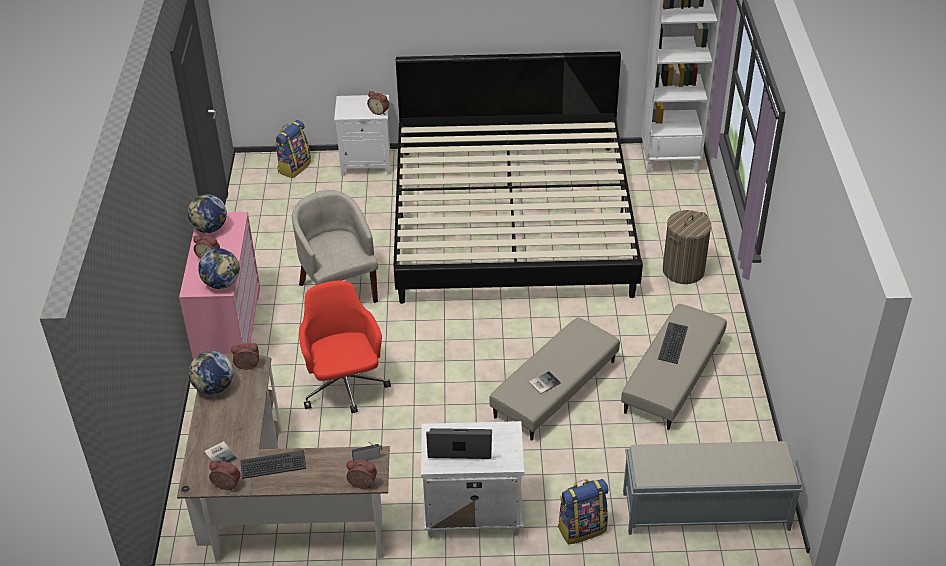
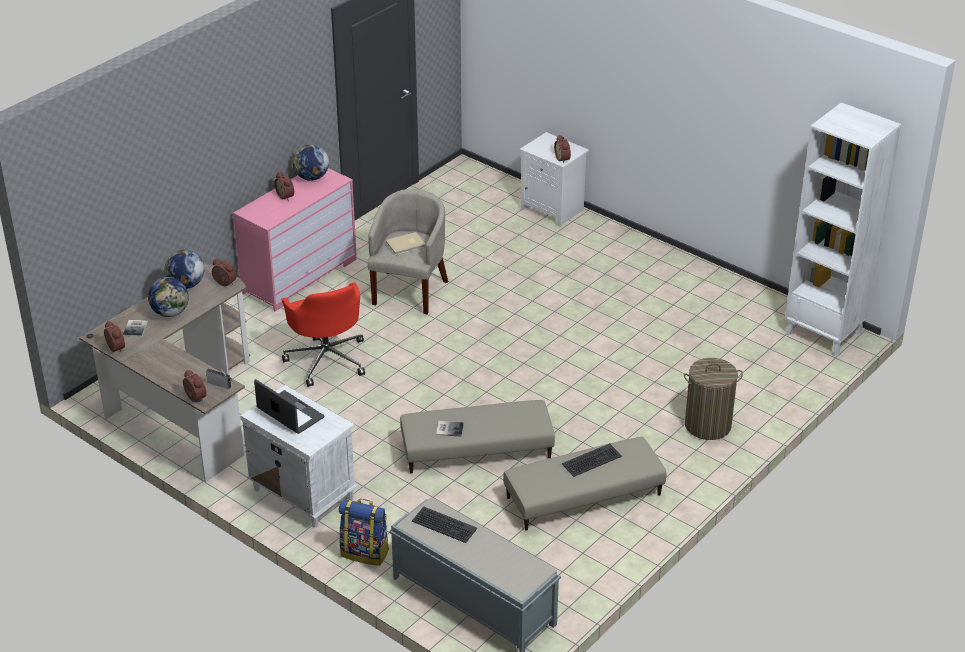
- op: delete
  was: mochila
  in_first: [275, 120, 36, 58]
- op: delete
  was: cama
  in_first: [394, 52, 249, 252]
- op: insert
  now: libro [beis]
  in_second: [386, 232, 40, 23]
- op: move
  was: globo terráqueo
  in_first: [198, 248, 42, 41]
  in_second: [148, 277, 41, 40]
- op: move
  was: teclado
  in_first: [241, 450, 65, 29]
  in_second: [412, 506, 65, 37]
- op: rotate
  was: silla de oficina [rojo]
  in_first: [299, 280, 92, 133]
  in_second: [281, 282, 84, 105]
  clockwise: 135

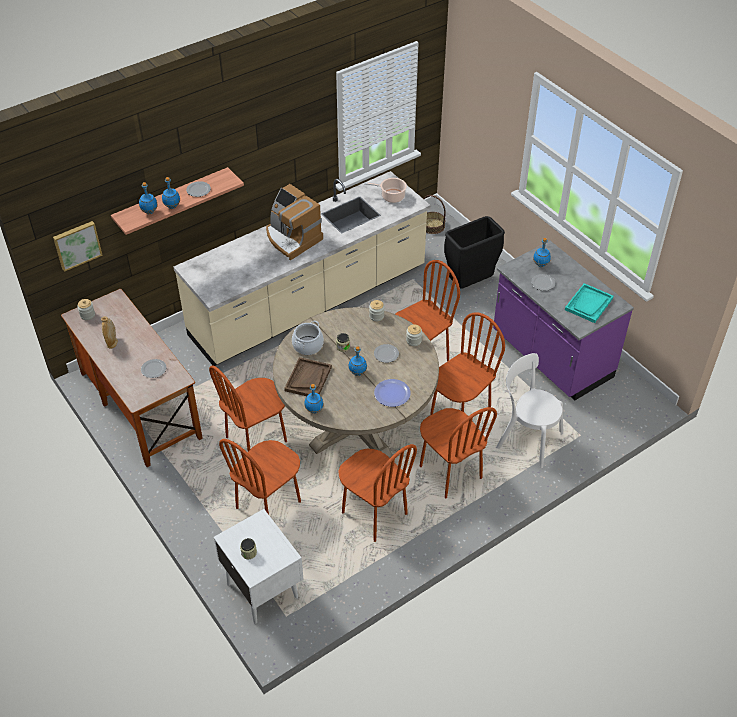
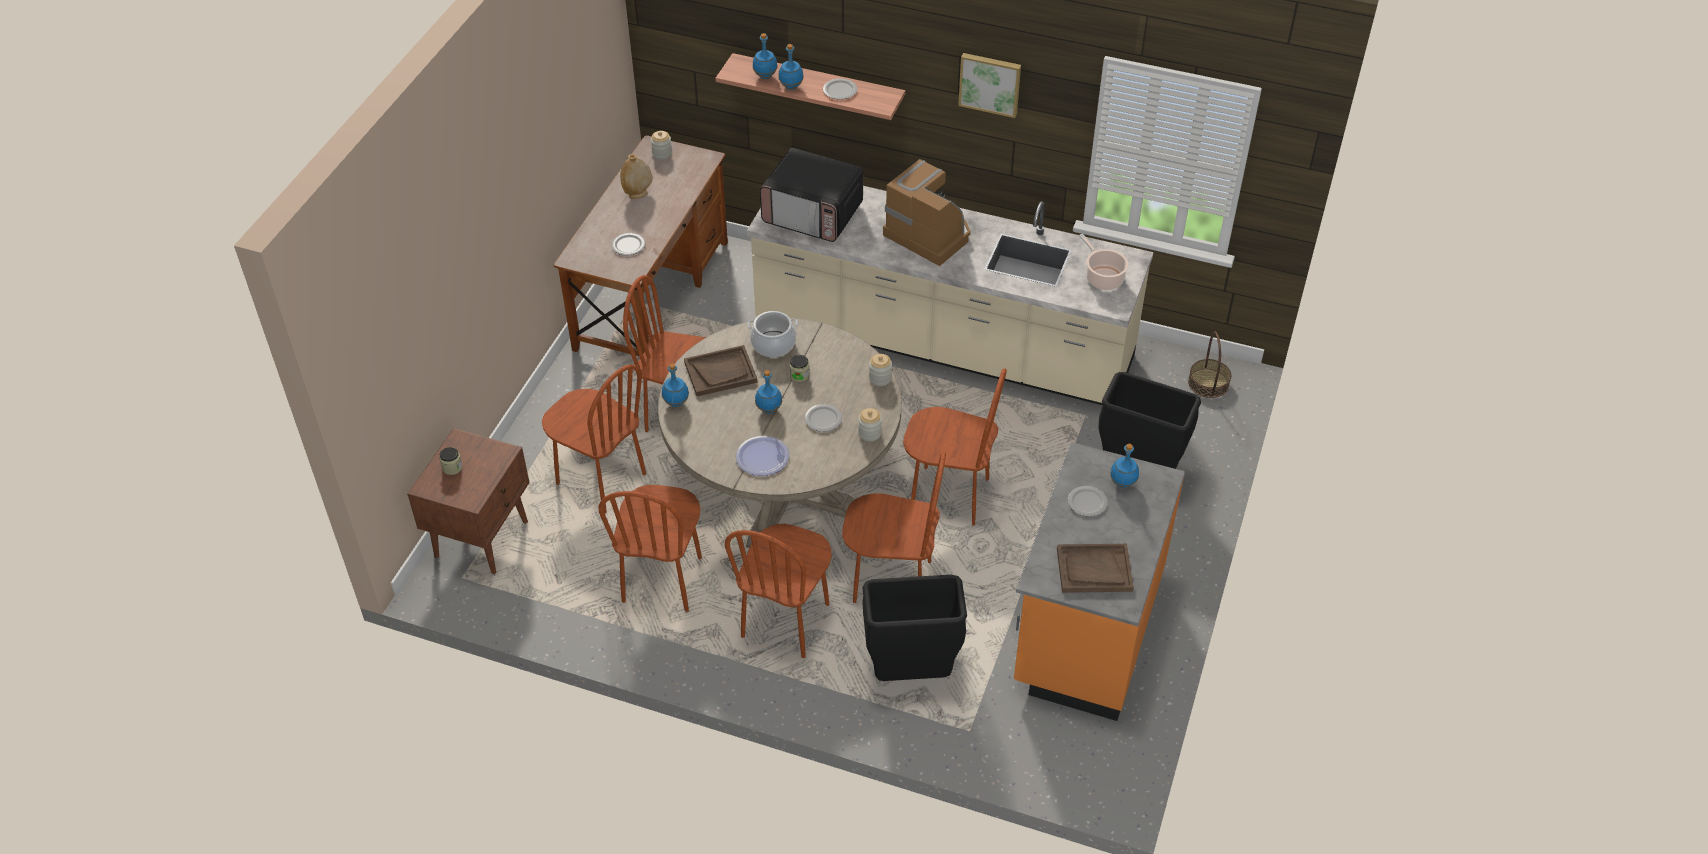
- op: insert
  now: microondas
  in_second: [760, 148, 103, 94]
- op: move
  was: cuadro
  in_first: [53, 221, 50, 51]
  in_second: [958, 53, 63, 65]
- op: replace
  was: silla [blanco]
  now: papelera [negro]
  in_first: [496, 353, 67, 115]
  in_second: [862, 575, 105, 106]
- op: recolor
  was: mesita de noche [blanco]
  now: mesita de noche [marrón]
  in_first: [213, 509, 91, 115]
  in_second: [407, 428, 123, 146]
- op: recolor
  was: mueble bajo de cocina [morado]
  now: mueble bajo de cocina [naranja]
  in_first: [493, 241, 141, 159]
  in_second: [1014, 442, 171, 279]
- op: recolor
  was: bandeja [turquesa]
  now: bandeja [marrón]
  in_first: [565, 283, 49, 40]
  in_second: [1057, 544, 77, 49]
- op: rotate
  was: silla [marrón]
  in_first: [219, 439, 82, 76]
  in_second: [542, 364, 104, 149]
  clockwise: -150
- op: rotate
  was: cafetera
  in_first: [266, 184, 57, 77]
  in_second: [883, 159, 88, 107]
  clockwise: 120

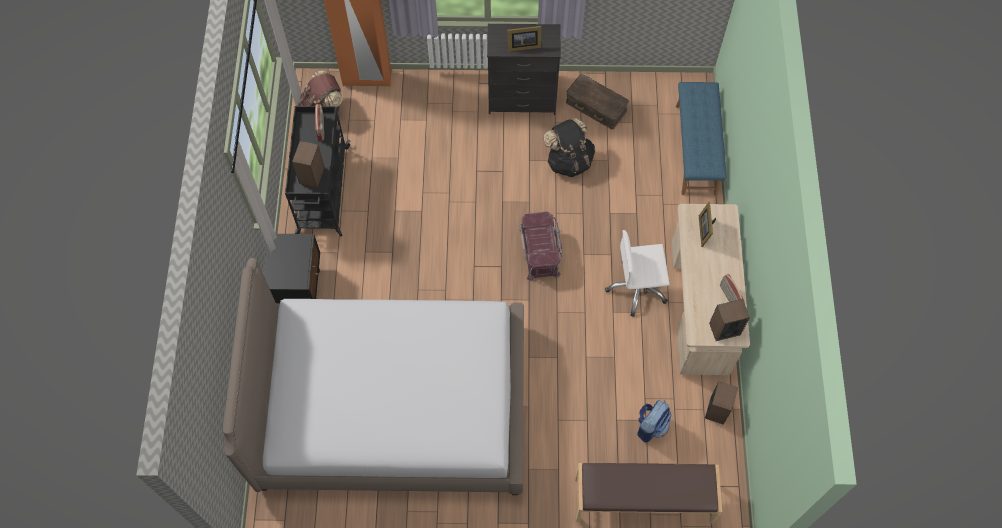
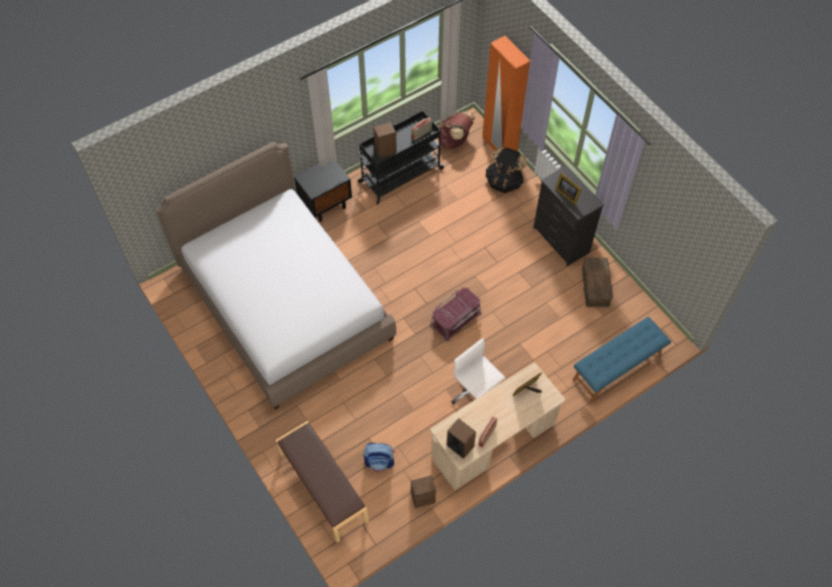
- op: move
  was: mochila [negro]
  in_first: [544, 118, 51, 59]
  in_second: [486, 147, 41, 46]

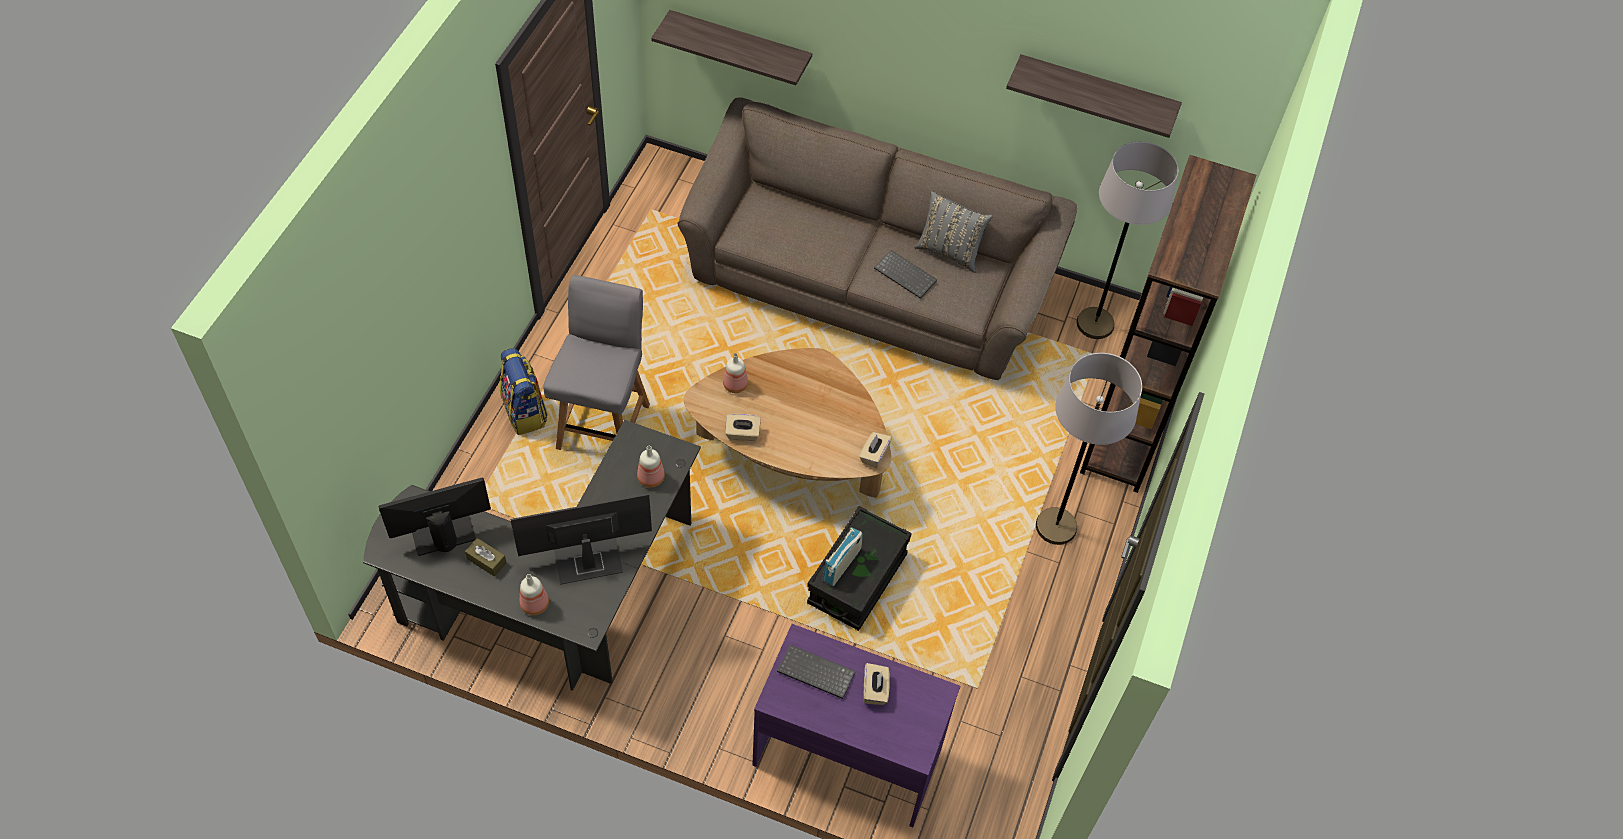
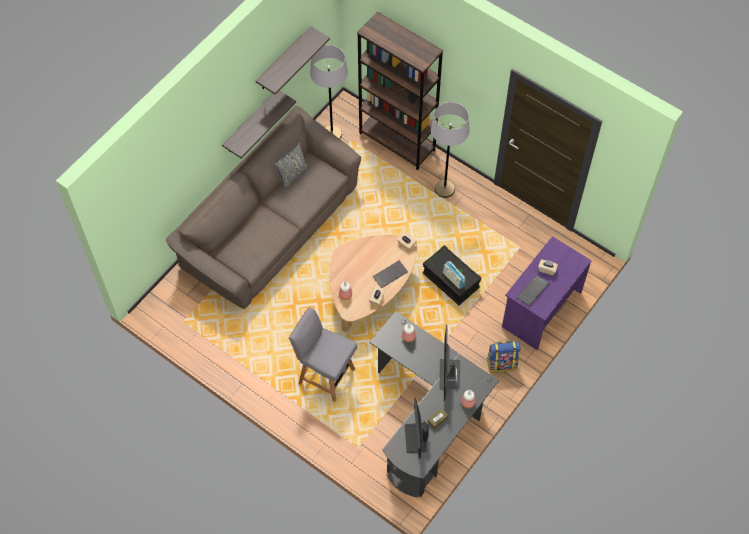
- op: move
  was: mochila
  in_first: [500, 348, 48, 87]
  in_second: [487, 339, 34, 33]
- op: move
  was: estante
  in_first: [651, 10, 161, 75]
  in_second: [222, 90, 74, 68]
- op: move
  was: teclado
  in_first: [874, 250, 63, 49]
  in_second: [373, 260, 35, 28]

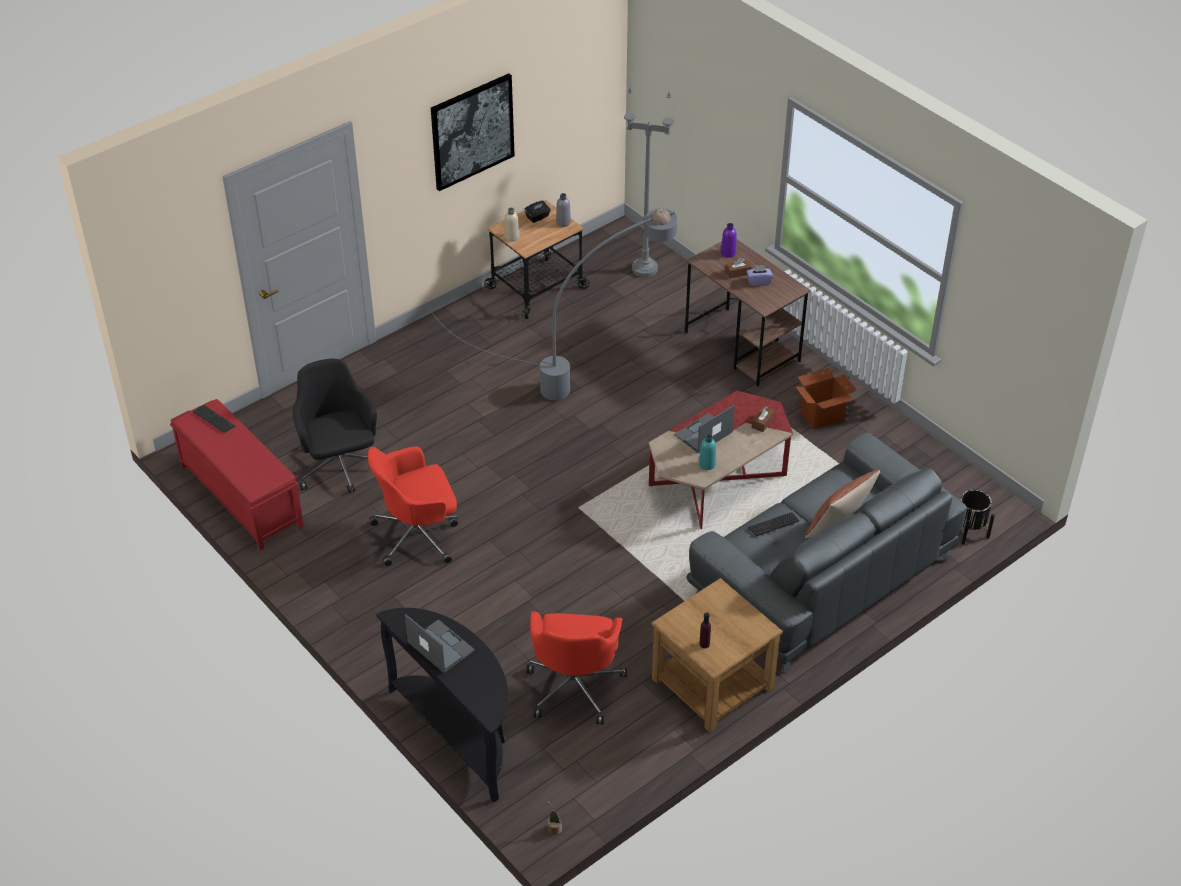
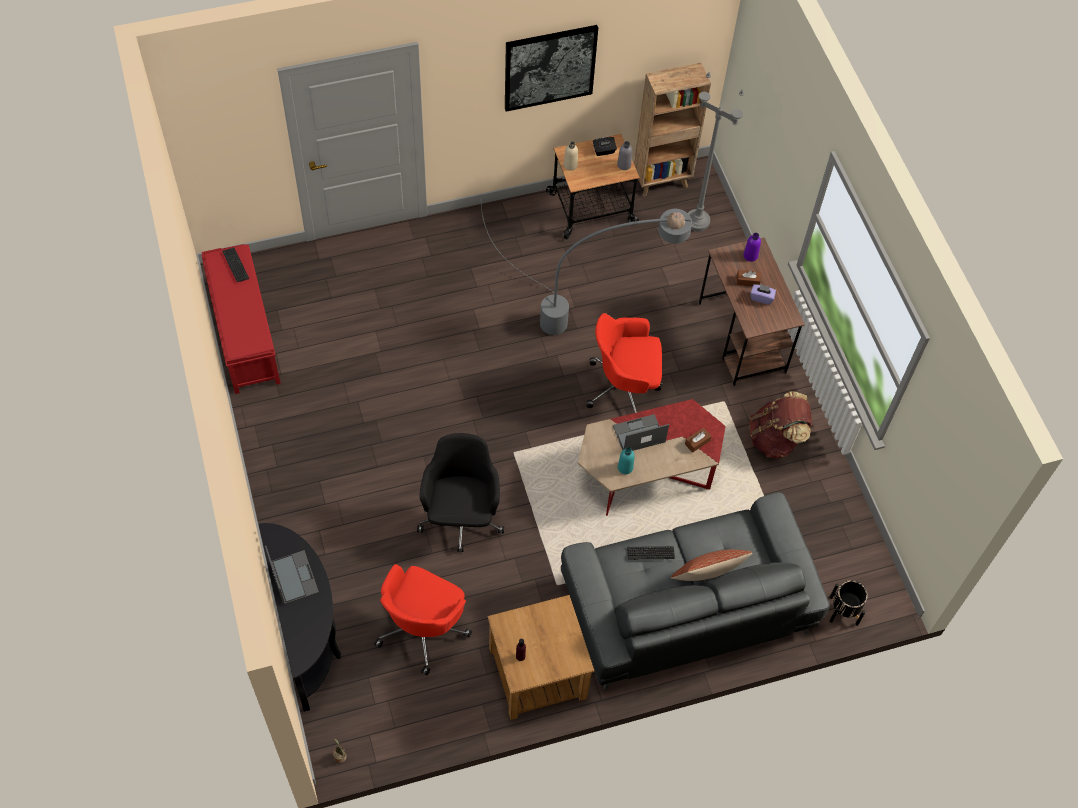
- op: insert
  now: estantería [marrón]
  in_second: [634, 62, 77, 135]
- op: move
  was: silla de oficina [negro]
  in_first: [293, 359, 84, 134]
  in_second: [417, 433, 87, 119]
- op: move
  was: silla de oficina [rojo]
  in_first: [368, 446, 90, 120]
  in_second: [586, 313, 76, 100]
- op: replace
  was: caja de cartón
  now: mochila [marrón]
  in_first: [795, 368, 62, 62]
  in_second: [750, 391, 62, 67]

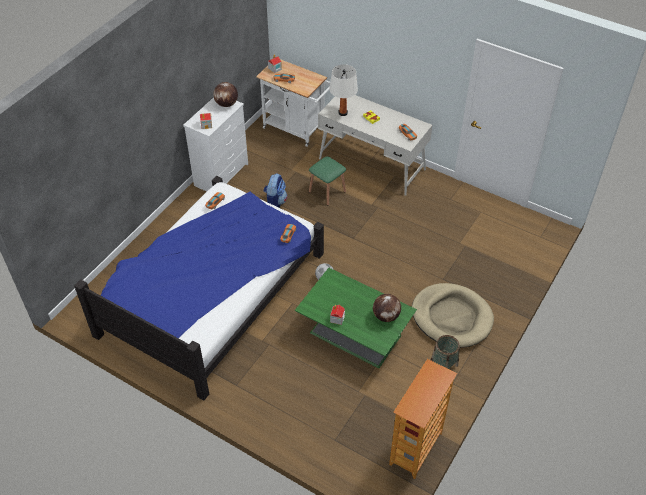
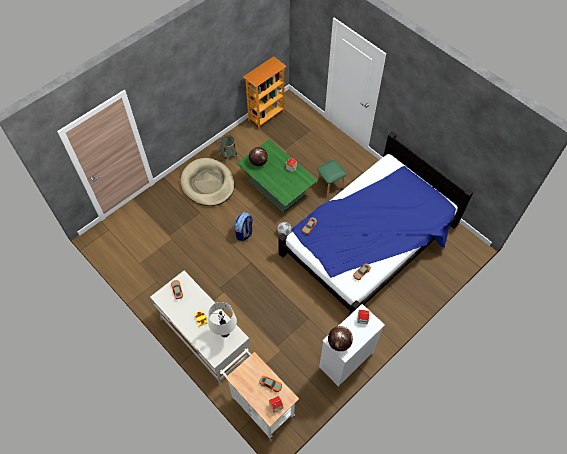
- op: move
  was: mochila
  in_first: [263, 173, 24, 34]
  in_second: [234, 212, 19, 29]
- op: move
  was: taburete [verde]
  in_first: [309, 156, 37, 49]
  in_second: [316, 160, 30, 38]

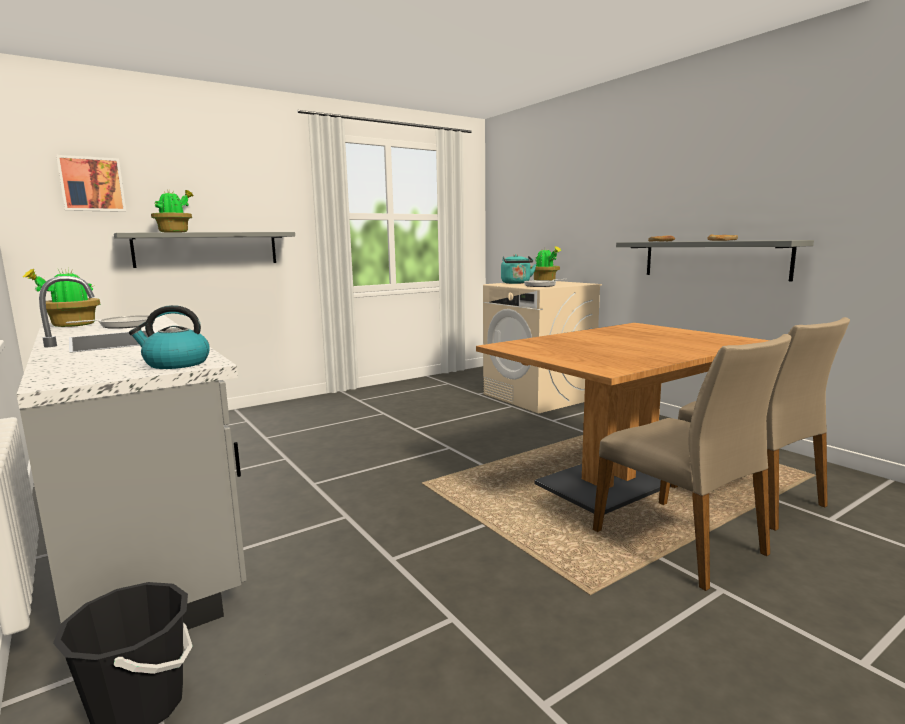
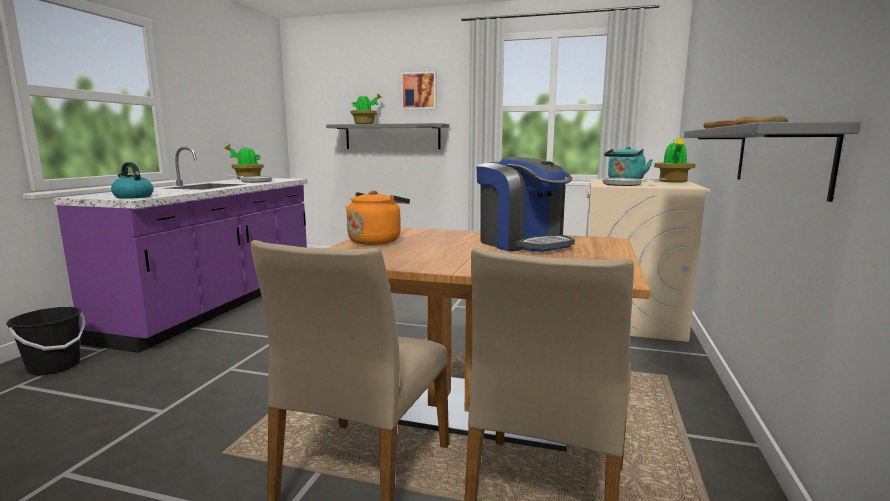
- op: insert
  now: hervidor [naranja]
  in_second: [346, 190, 64, 55]
- op: insert
  now: cafetera
  in_second: [476, 157, 99, 95]
- op: move
  was: cuadro
  in_first: [56, 155, 70, 57]
  in_second: [401, 71, 36, 39]
- op: recolor
  was: mueble bajo de cocina [gris]
  now: mueble bajo de cocina [morado]
  in_first: [16, 276, 231, 354]
  in_second: [53, 147, 255, 206]

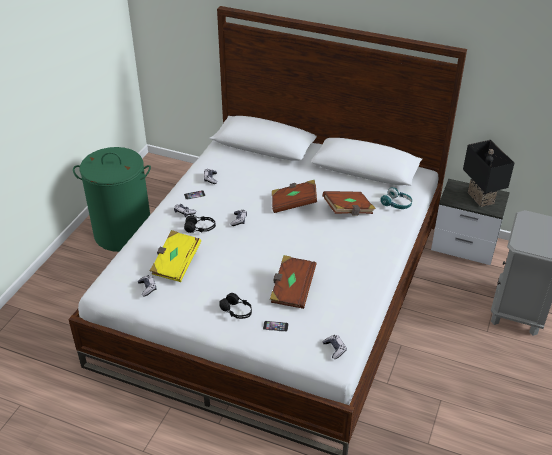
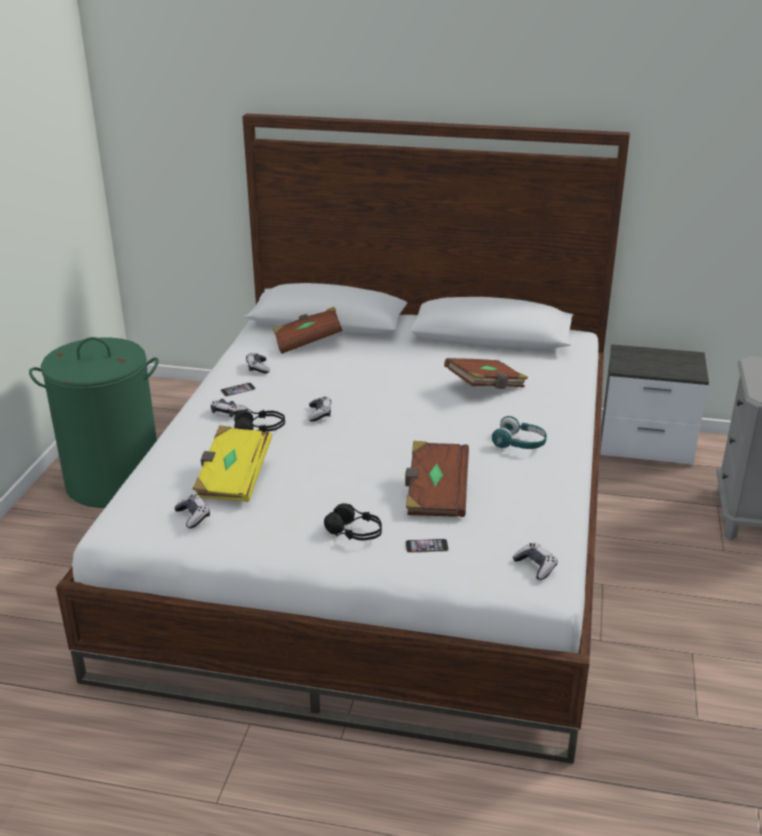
- op: delete
  was: lámpara de mesa [negro]
  in_first: [463, 140, 51, 67]
- op: move
  was: libro [marrón]
  in_first: [272, 180, 45, 33]
  in_second: [273, 306, 70, 48]
- op: move
  was: auriculares [turquesa]
  in_first: [381, 187, 31, 22]
  in_second: [492, 416, 55, 33]

